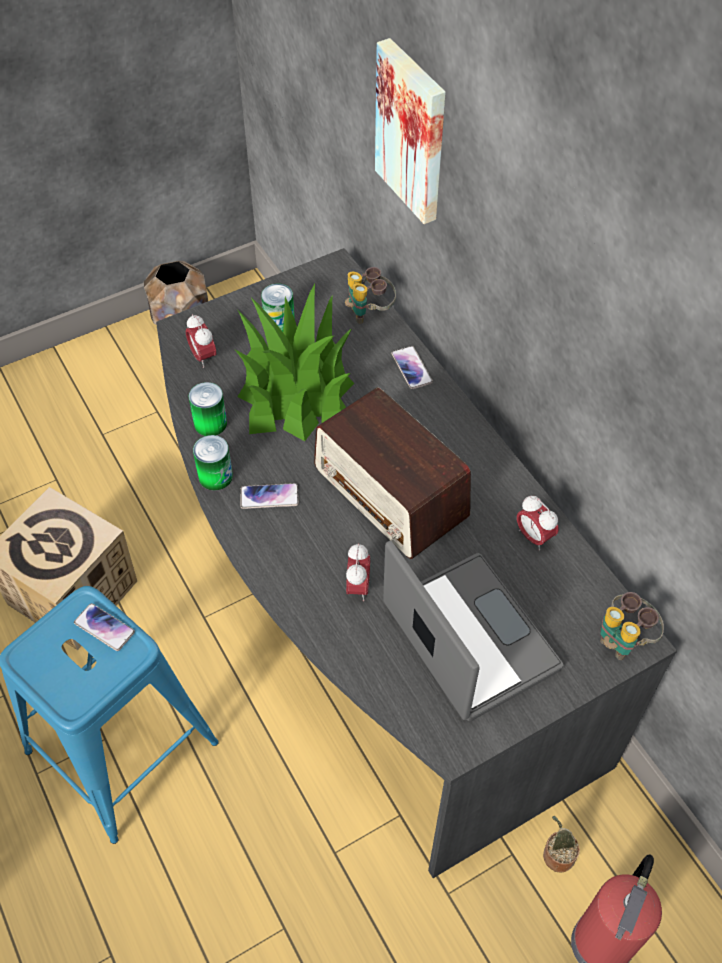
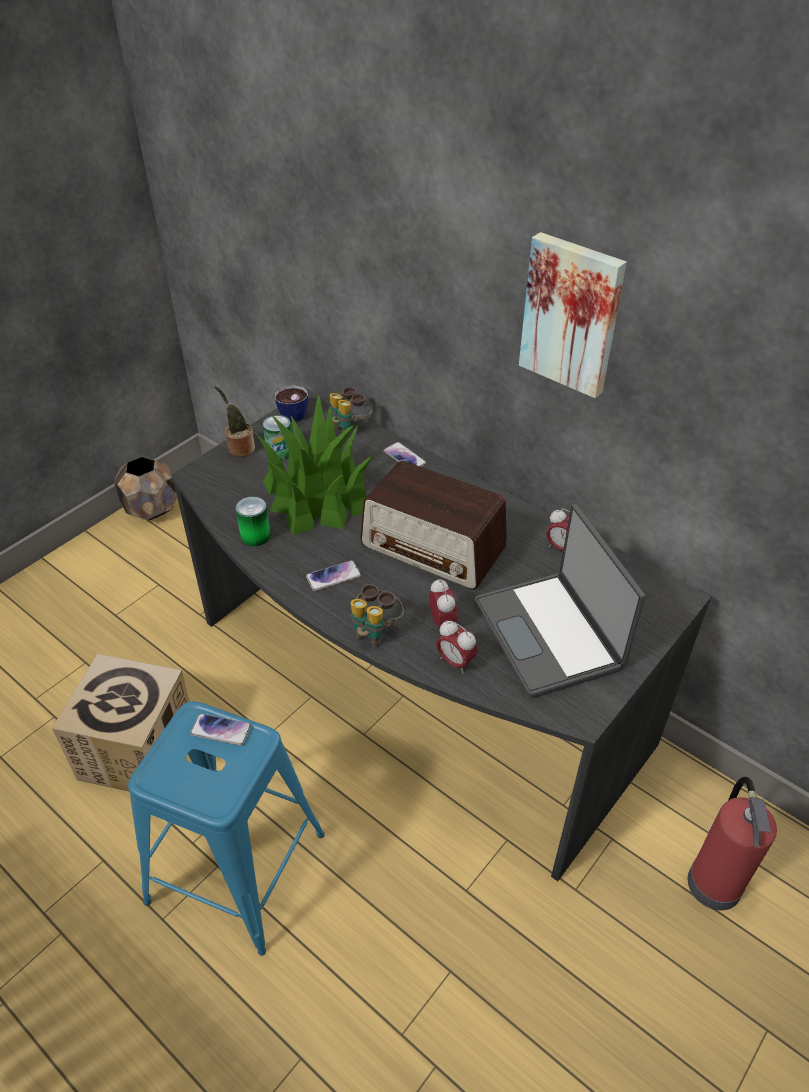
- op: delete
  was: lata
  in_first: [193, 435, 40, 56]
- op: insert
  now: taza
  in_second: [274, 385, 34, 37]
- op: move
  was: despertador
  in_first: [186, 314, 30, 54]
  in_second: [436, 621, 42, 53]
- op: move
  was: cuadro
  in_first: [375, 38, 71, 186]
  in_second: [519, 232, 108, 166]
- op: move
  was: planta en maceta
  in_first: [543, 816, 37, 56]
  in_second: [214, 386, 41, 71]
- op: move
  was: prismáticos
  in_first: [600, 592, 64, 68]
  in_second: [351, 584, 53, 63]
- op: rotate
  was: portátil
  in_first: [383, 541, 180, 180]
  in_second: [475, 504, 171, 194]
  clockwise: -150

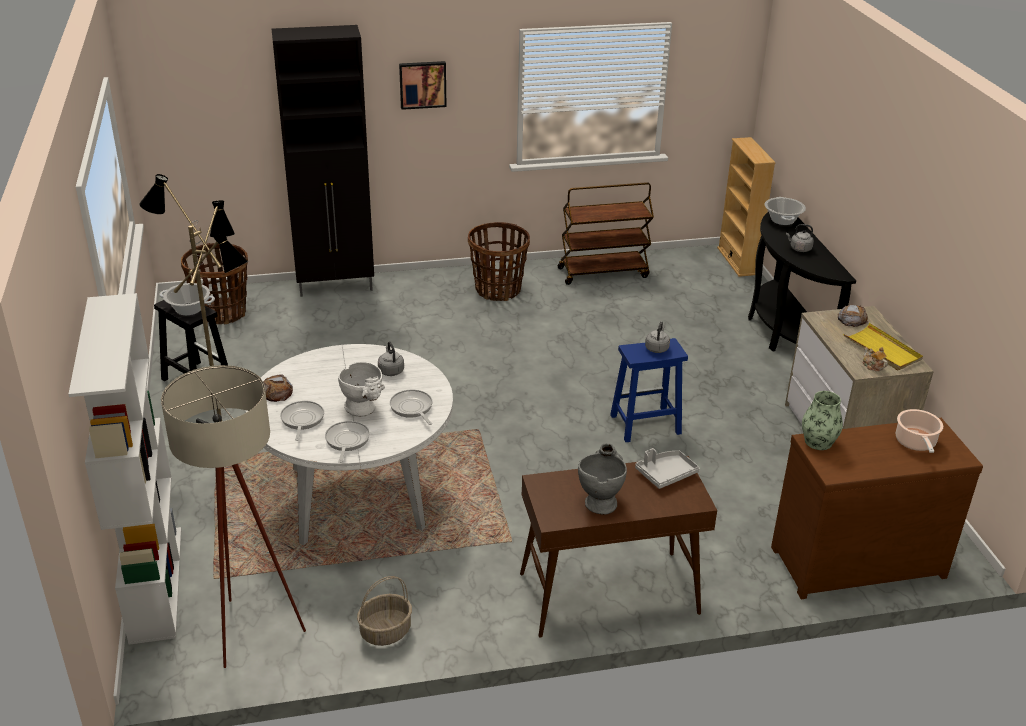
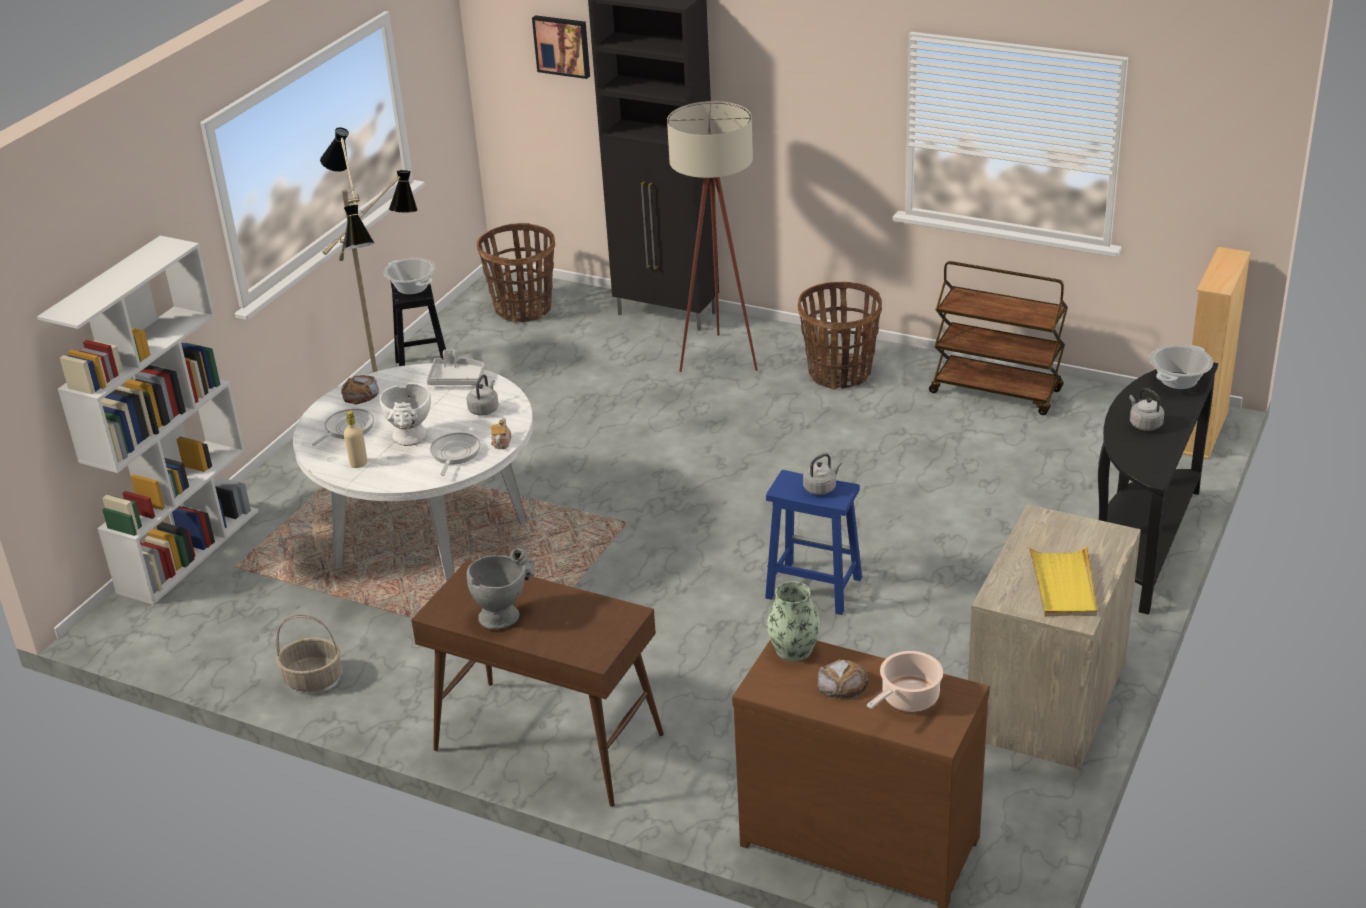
- op: move
  was: lámpara de pie [beis]
  in_first: [161, 365, 145, 303]
  in_second: [667, 101, 91, 271]
- op: move
  was: cuadro
  in_first: [399, 61, 48, 49]
  in_second: [532, 15, 58, 64]
- op: move
  was: bandeja [gris]
  in_first: [635, 448, 64, 41]
  in_second: [426, 350, 59, 35]
- op: move
  was: pan
  in_first: [838, 305, 30, 22]
  in_second: [817, 659, 52, 40]
- op: move
  was: tetera
  in_first: [862, 347, 26, 24]
  in_second: [491, 418, 21, 31]
- op: replace
  was: sartén
  now: botella [beis]
  in_first: [325, 421, 45, 42]
  in_second: [344, 411, 23, 57]

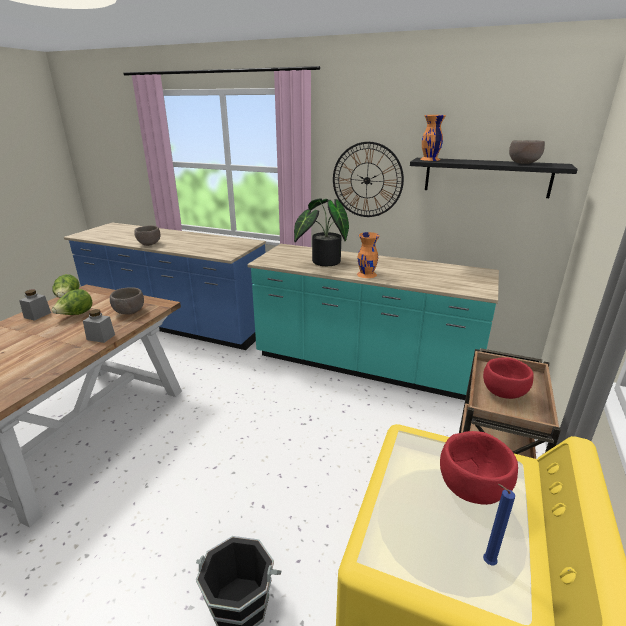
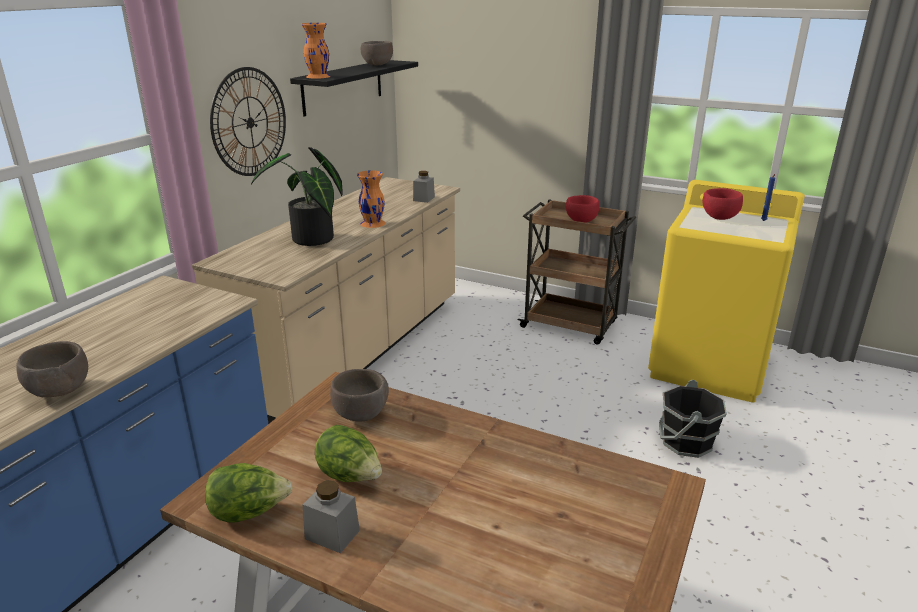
- op: move
  was: tarro [gris]
  in_first: [83, 309, 32, 34]
  in_second: [413, 171, 22, 32]
- op: recolor
  was: mueble bajo de cocina [turquesa]
  now: mueble bajo de cocina [beis]
  in_first: [247, 244, 252, 156]
  in_second: [192, 177, 268, 247]

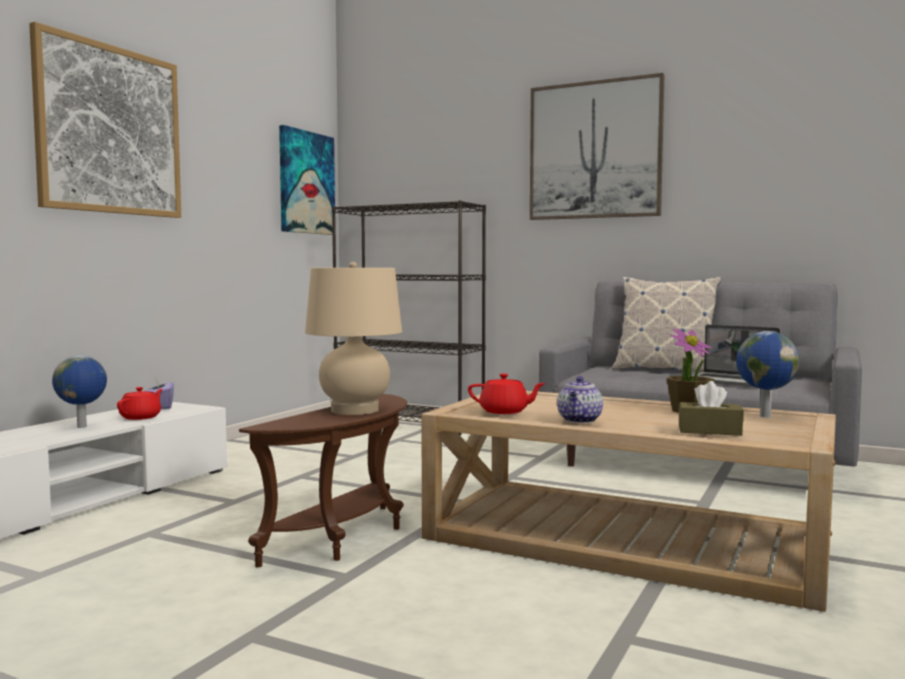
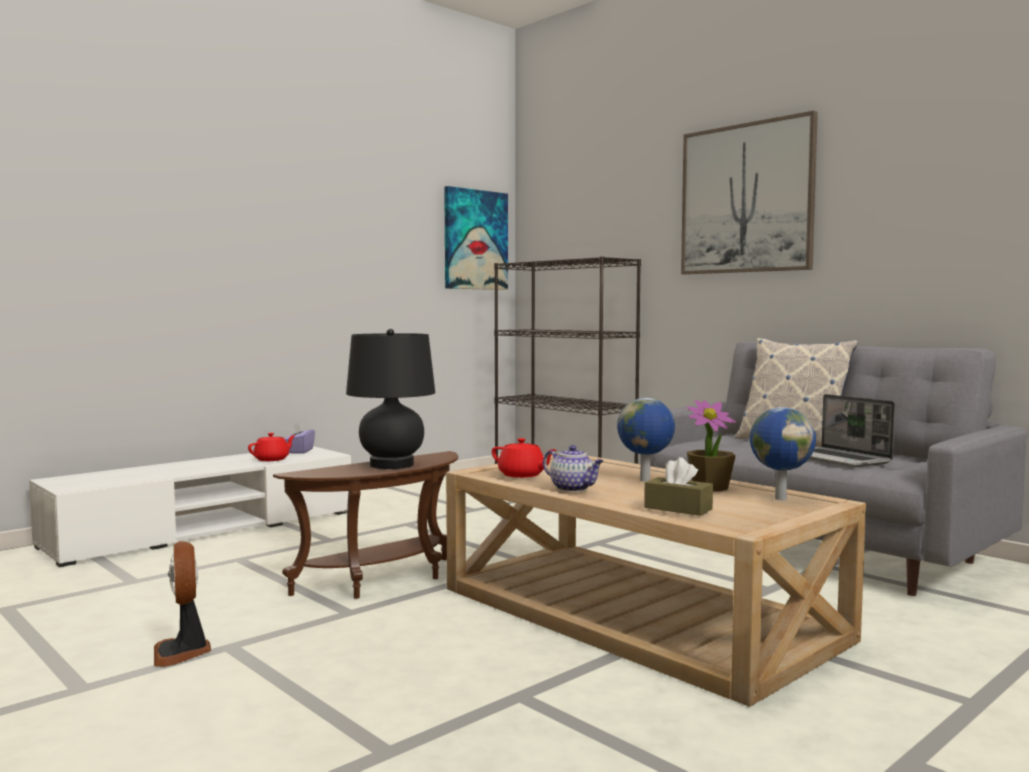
- op: delete
  was: cuadro
  in_first: [29, 22, 152, 196]
- op: insert
  now: ventilador
  in_second: [154, 541, 57, 126]
- op: move
  was: globo terráqueo
  in_first: [52, 355, 55, 73]
  in_second: [617, 398, 58, 84]
- op: recolor
  was: lámpara de mesa [beis]
  now: lámpara de mesa [negro]
  in_first: [305, 262, 97, 153]
  in_second: [346, 329, 89, 140]
- op: rotate
  was: tetera
  in_first: [557, 376, 46, 47]
  in_second: [543, 445, 60, 47]
  clockwise: -90

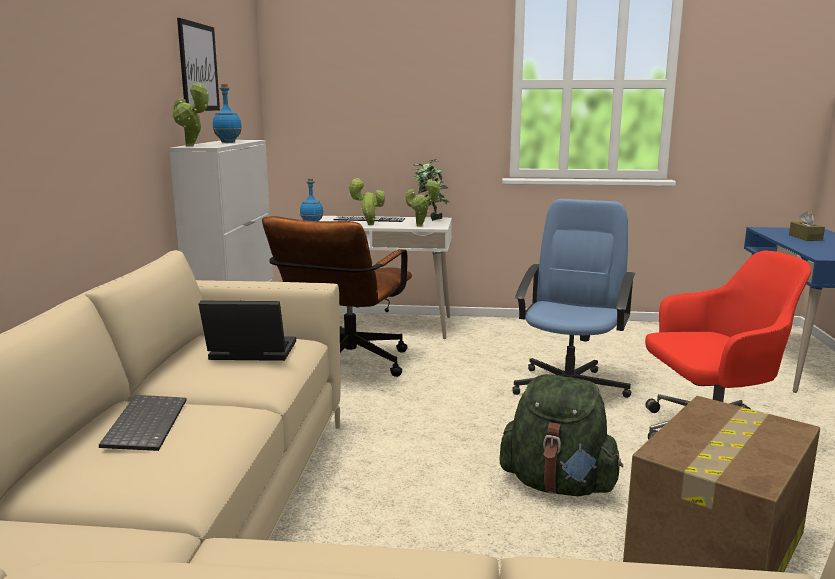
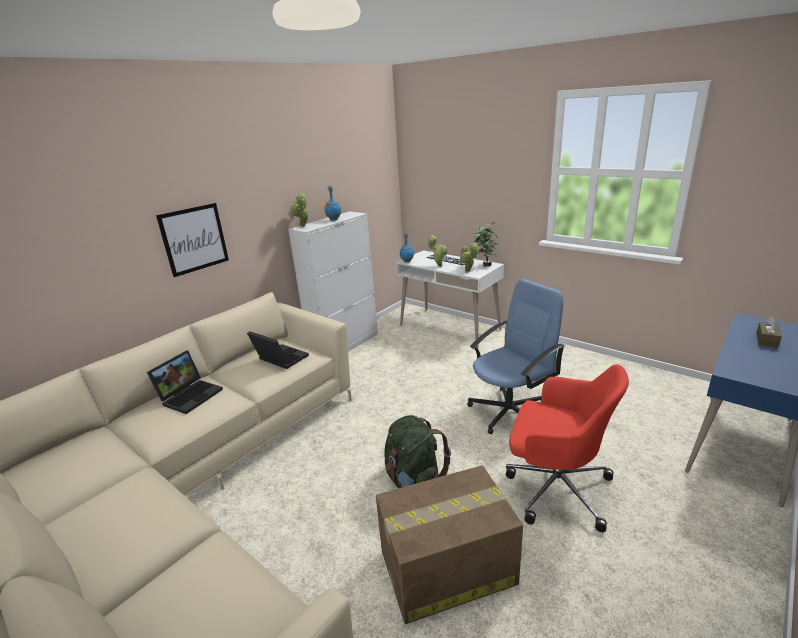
- op: delete
  was: silla de oficina [marrón]
  in_first: [262, 216, 150, 161]
- op: move
  was: cuadro
  in_first: [177, 18, 43, 93]
  in_second: [156, 203, 73, 74]
- op: replace
  was: teclado
  now: portátil
  in_first: [99, 395, 87, 56]
  in_second: [147, 351, 76, 63]

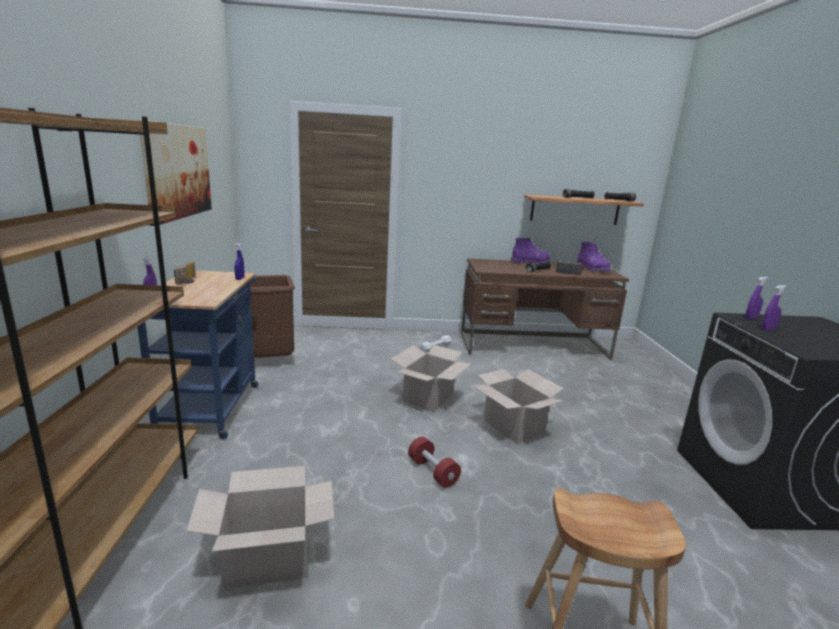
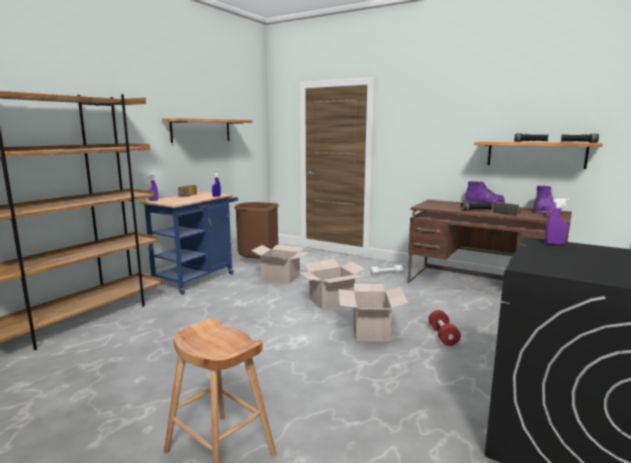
- op: delete
  was: pulverizador [morado]
  in_first: [761, 285, 26, 45]
- op: move
  was: caja de cartón
  in_first: [186, 466, 148, 123]
  in_second: [251, 245, 58, 39]
- op: move
  was: mancuerna [rojo]
  in_first: [408, 437, 53, 51]
  in_second: [429, 310, 32, 36]
- op: replace
  was: cuadro
  now: estante
  in_first: [138, 120, 74, 106]
  in_second: [162, 118, 90, 25]

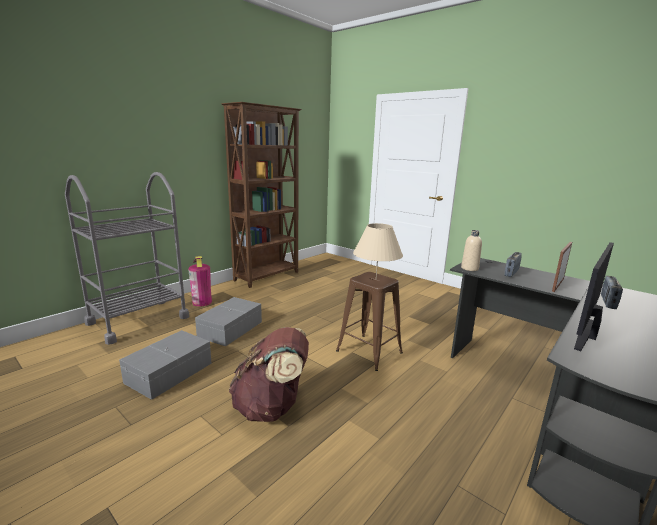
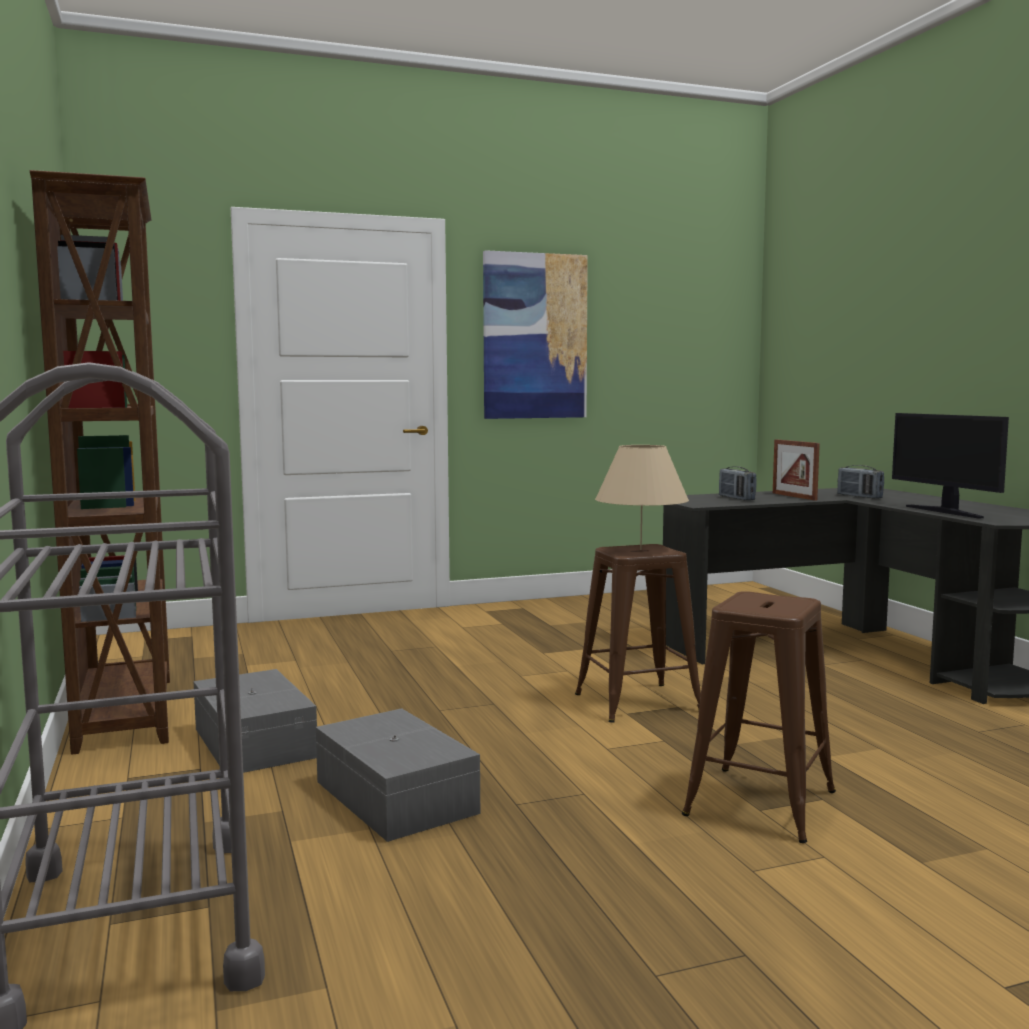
- op: delete
  was: extintor
  in_first: [188, 256, 24, 51]
- op: delete
  was: botella [beis]
  in_first: [461, 230, 21, 41]
- op: insert
  now: cuadro
  in_second: [483, 250, 105, 169]
- op: move
  was: caja de almacenaje [gris]
  in_first: [119, 330, 93, 70]
  in_second: [193, 669, 124, 104]
- op: replace
  was: mochila [marrón]
  now: taburete [marrón]
  in_first: [229, 327, 80, 95]
  in_second: [682, 591, 154, 252]

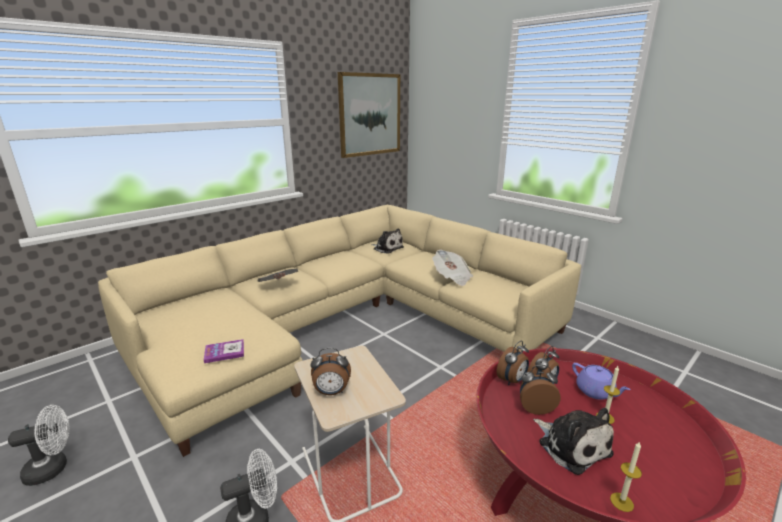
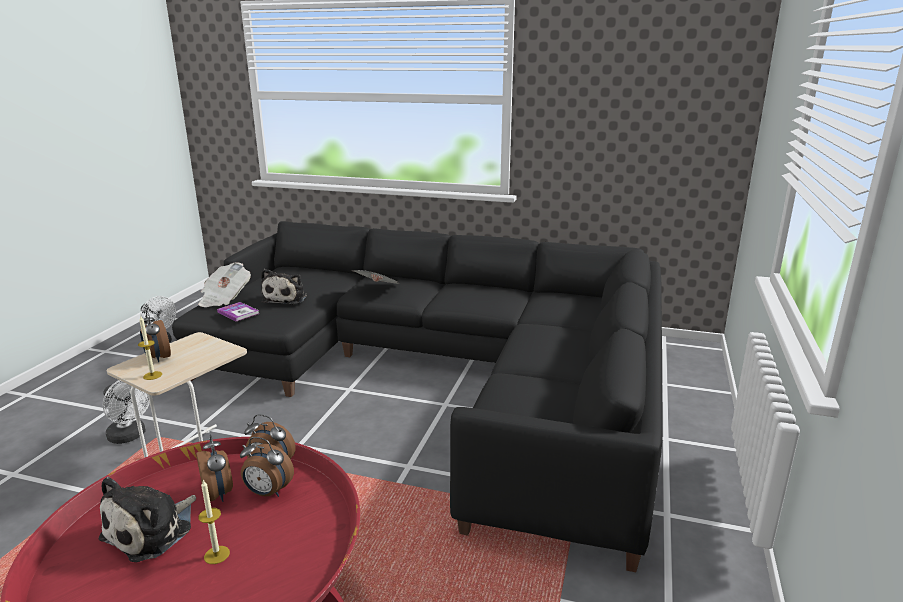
- op: delete
  was: cuadro
  in_first: [338, 72, 62, 86]
- op: delete
  was: tetera [morado]
  in_first: [572, 363, 59, 37]
- op: move
  was: peluche
  in_first: [371, 228, 33, 26]
  in_second: [261, 269, 46, 36]
- op: move
  was: periódico
  in_first: [432, 250, 41, 36]
  in_second: [198, 262, 53, 45]
- op: move
  was: vela
  in_first: [610, 441, 32, 71]
  in_second: [138, 316, 24, 64]
- op: recolor
  was: sofá [beis]
  now: sofá [negro]
  in_first: [98, 205, 483, 252]
  in_second: [172, 221, 491, 351]

